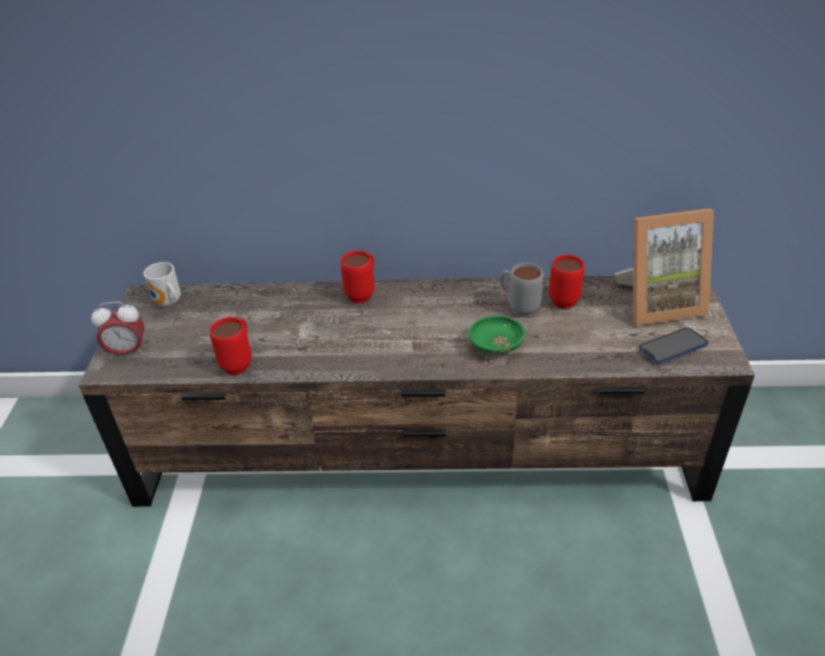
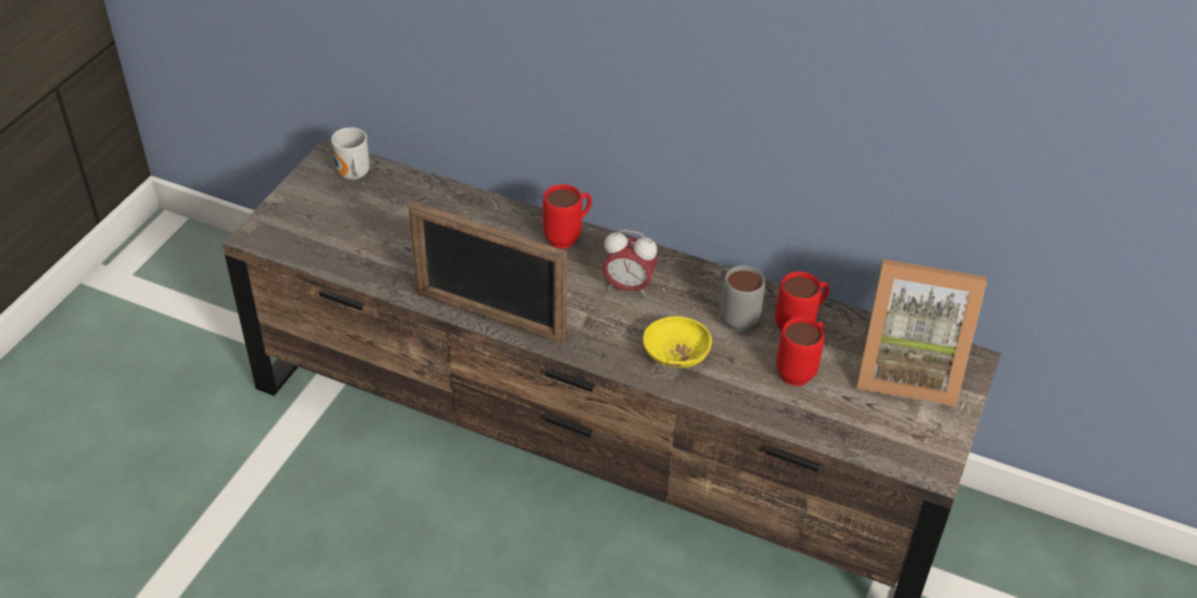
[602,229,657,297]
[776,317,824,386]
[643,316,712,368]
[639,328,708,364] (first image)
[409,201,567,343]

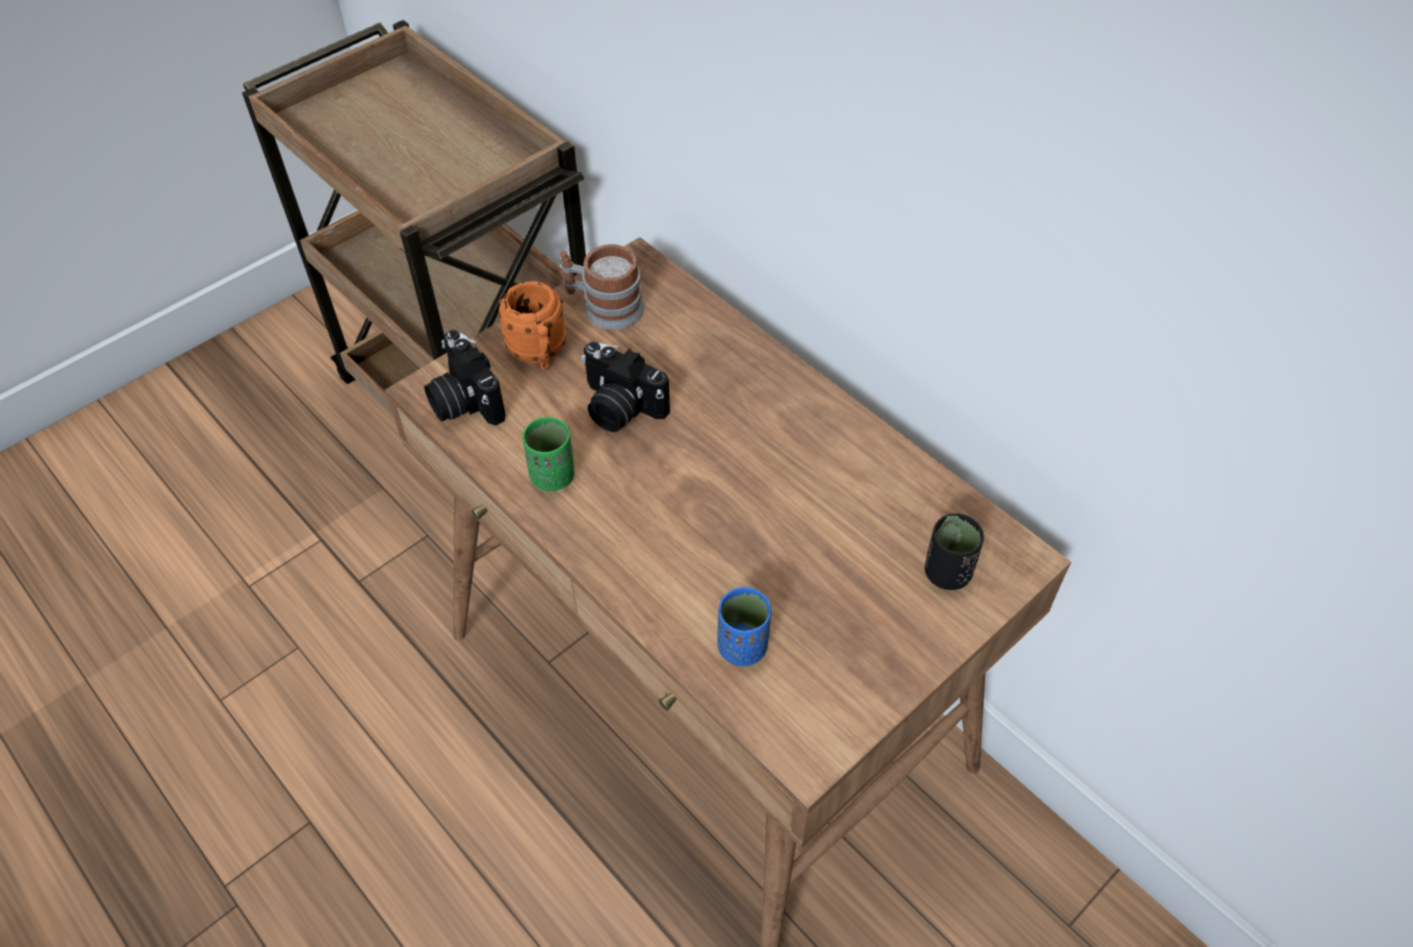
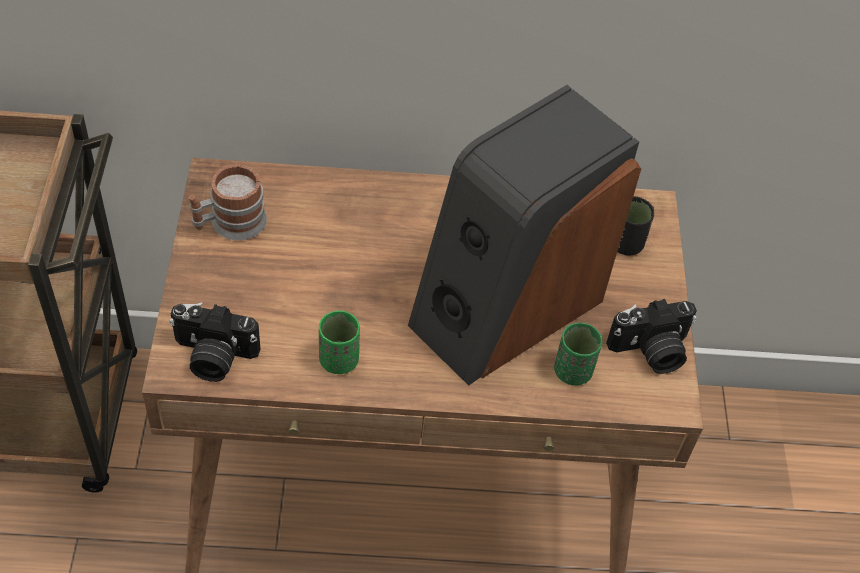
[498,281,567,370] (first image)
[606,299,697,374]
[554,323,602,385]
[408,85,641,386]

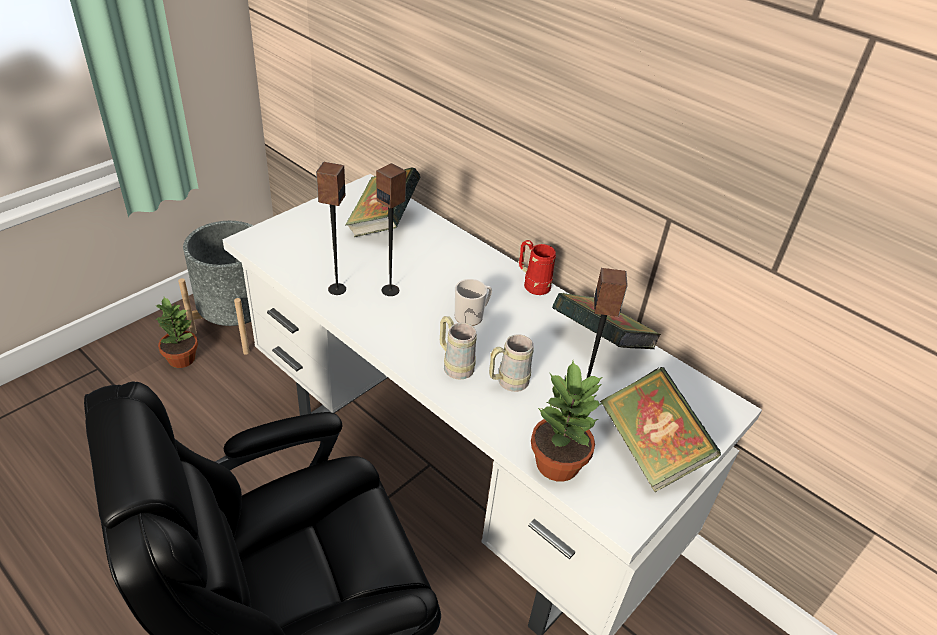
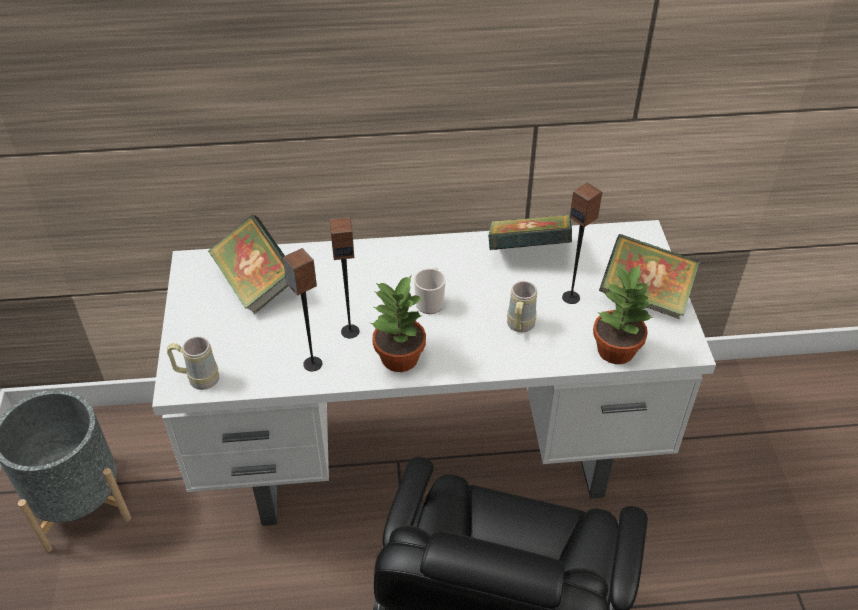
[371,276,426,372]
[167,336,219,390]
[519,240,556,295] (first image)

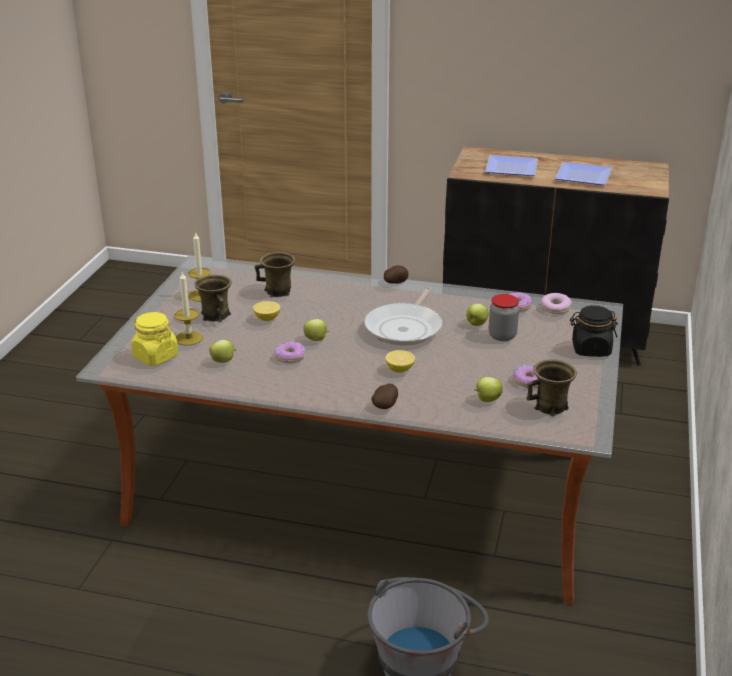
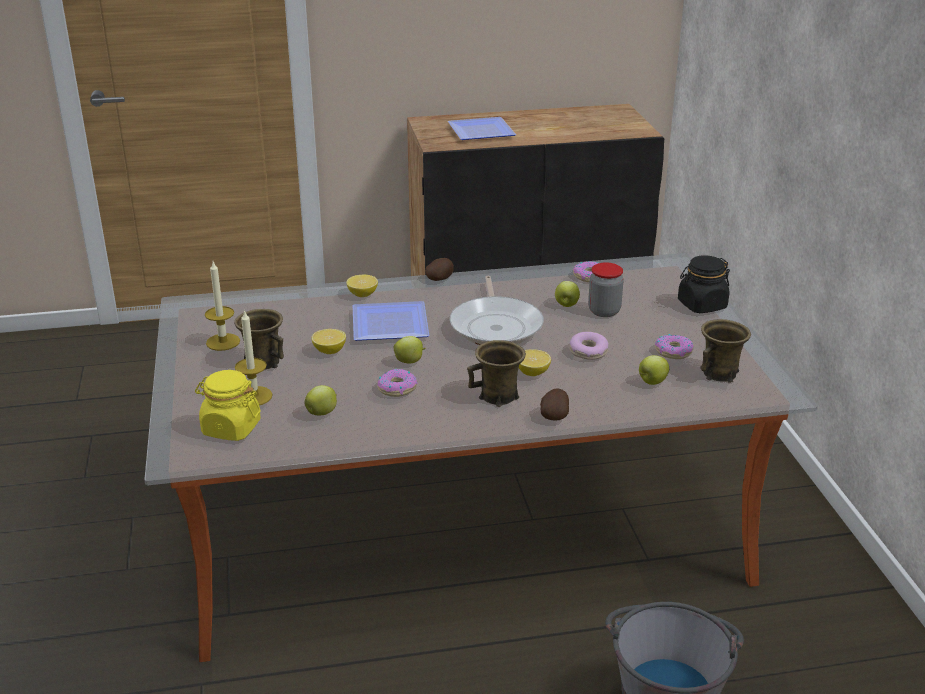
[467,340,526,407]
[570,332,609,360]
[352,301,429,341]
[346,275,378,297]

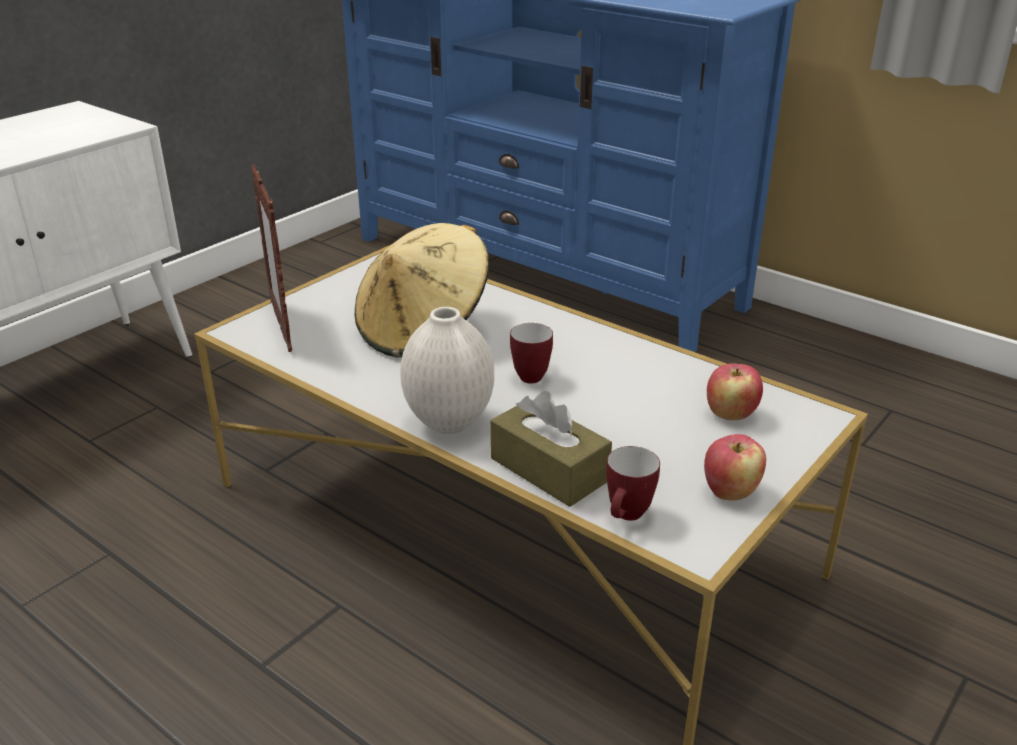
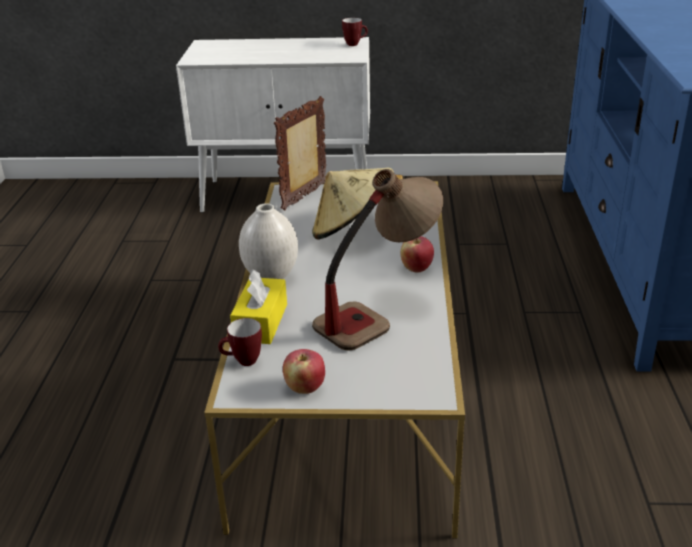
[230,270,287,344]
[342,18,368,46]
[401,236,434,273]
[312,169,443,350]

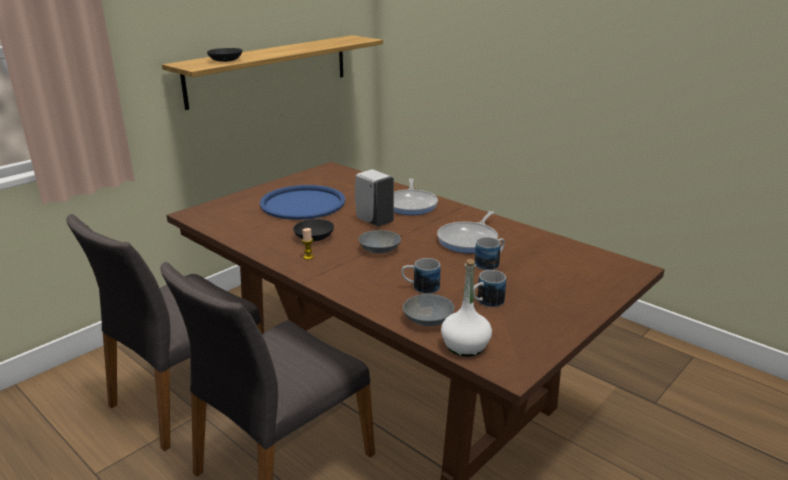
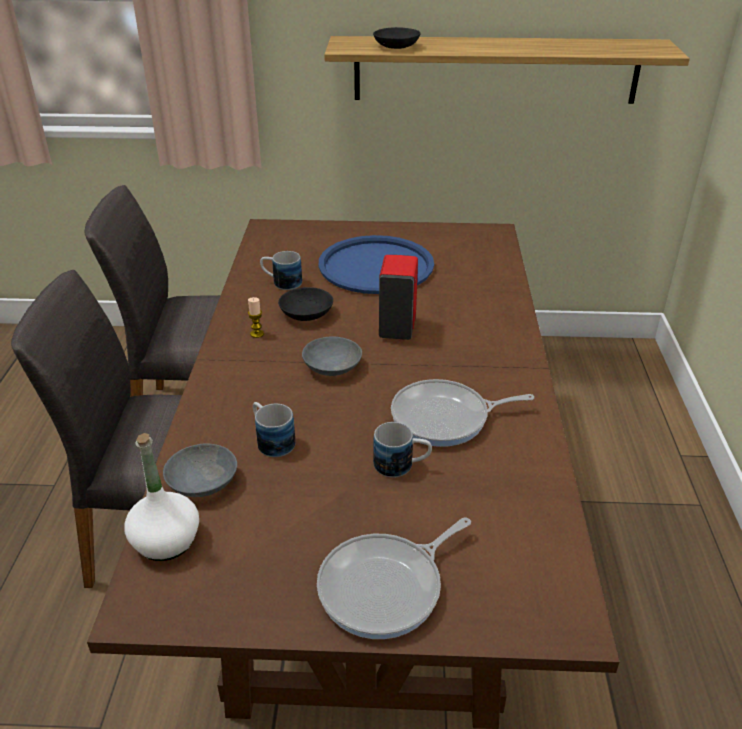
[379,255,418,340]
[317,517,471,639]
[260,251,302,290]

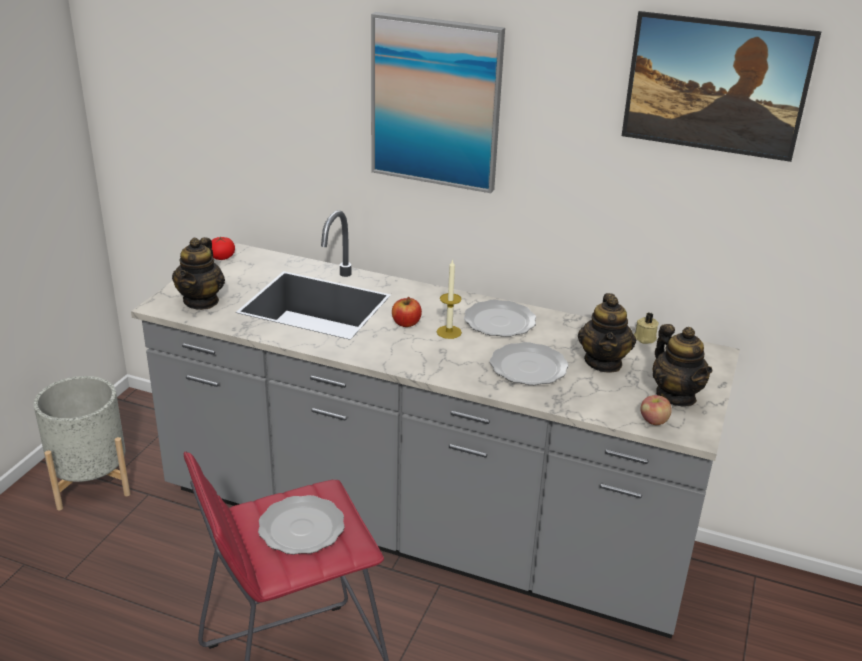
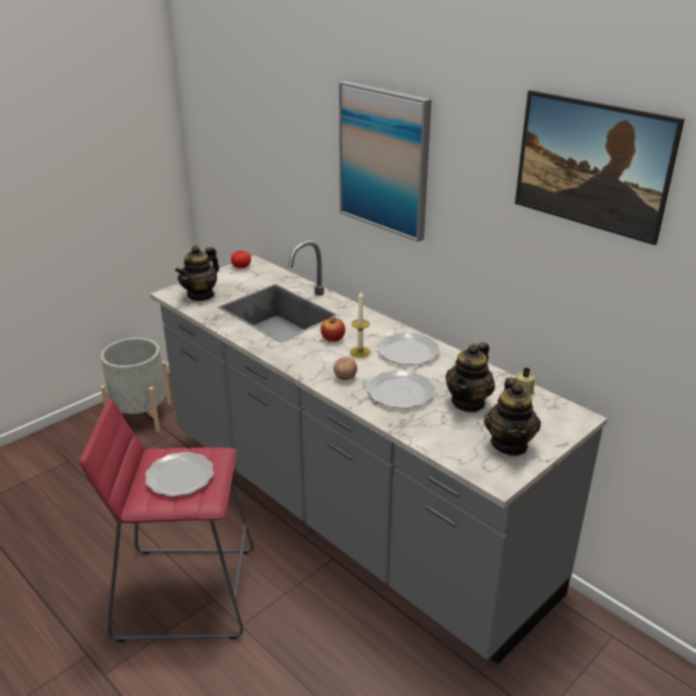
[333,357,357,380]

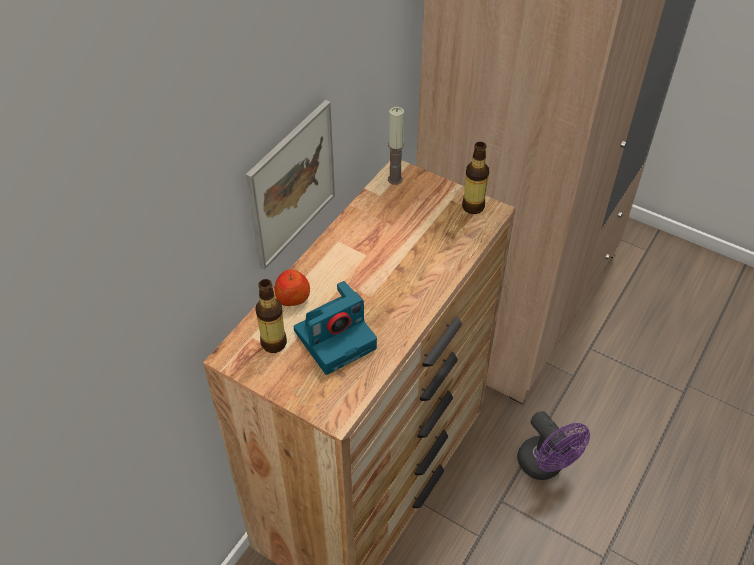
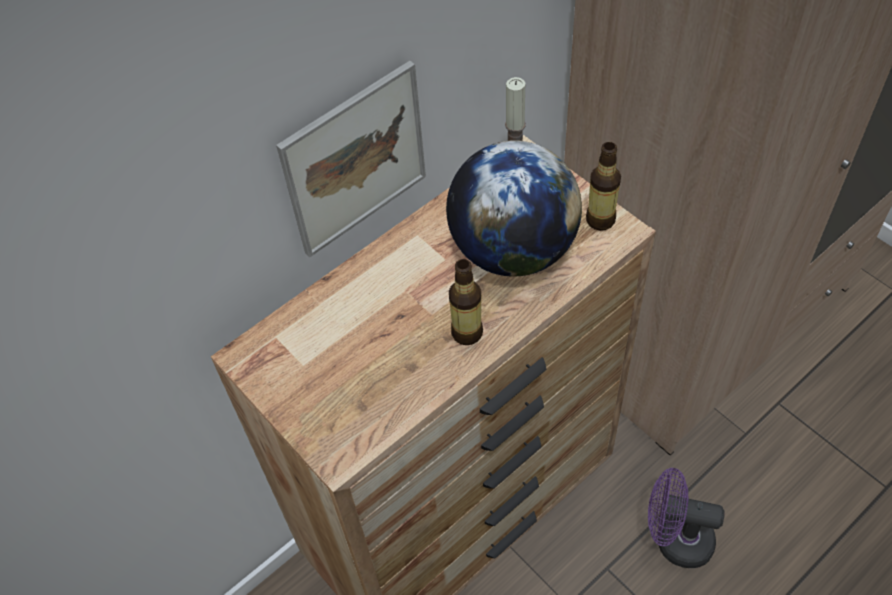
[449,259,483,345]
[274,269,310,306] (first image)
[294,281,377,375] (first image)
[648,468,725,568]
[446,140,582,277]

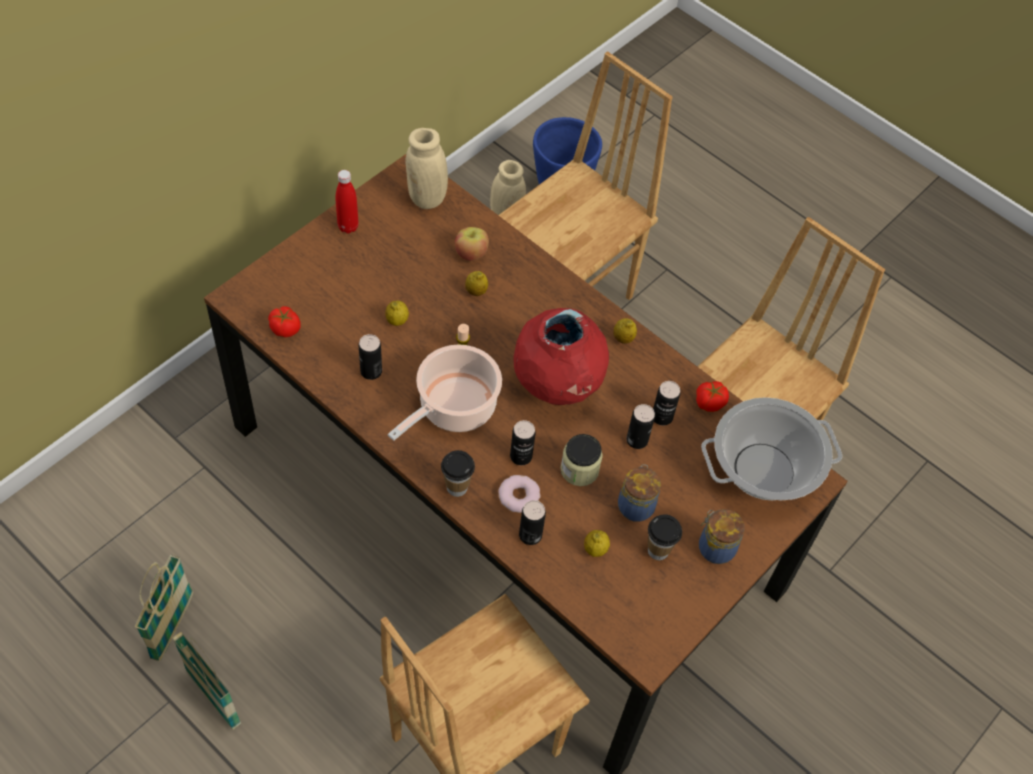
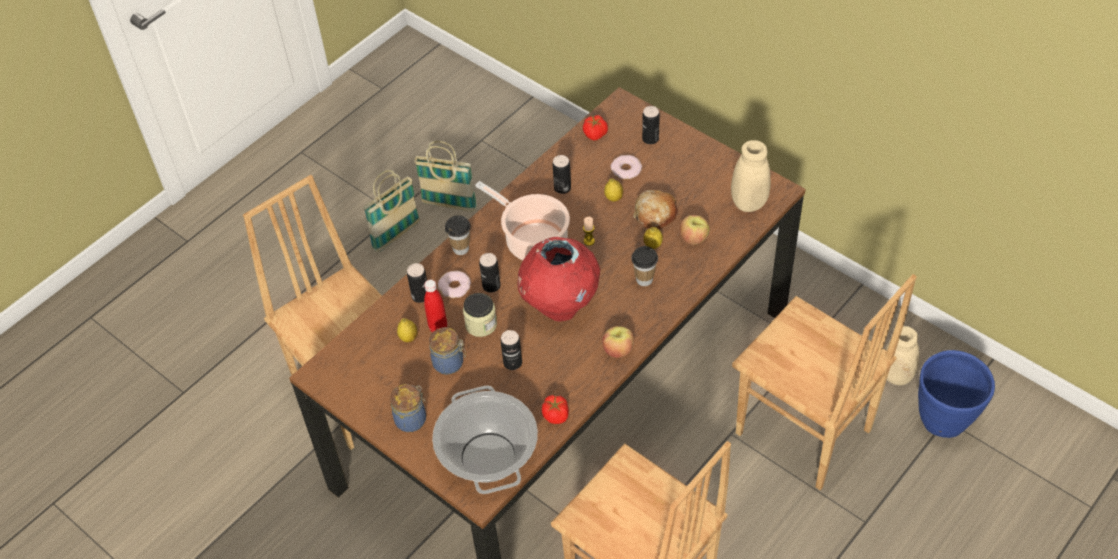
[424,280,447,332]
[602,326,634,358]
[631,246,658,286]
[642,106,660,144]
[611,155,642,179]
[634,190,678,229]

